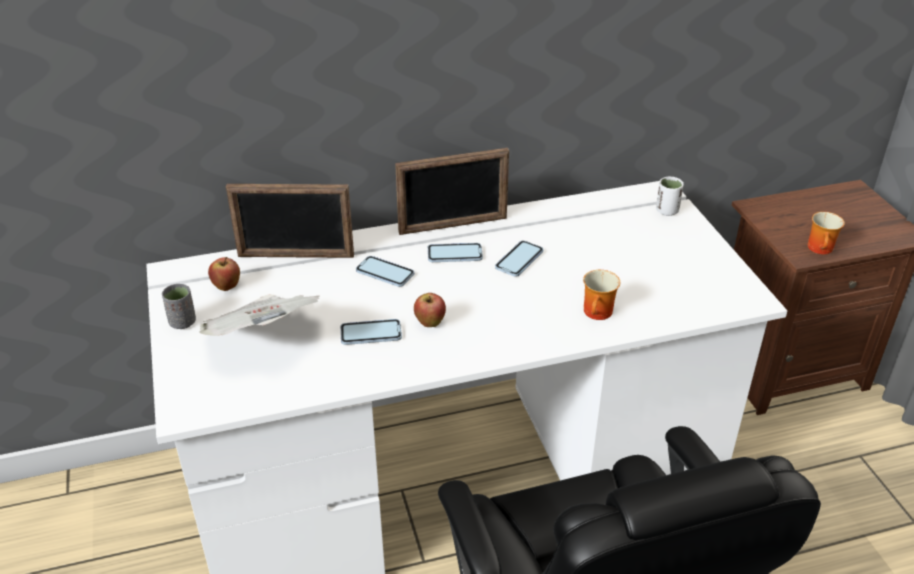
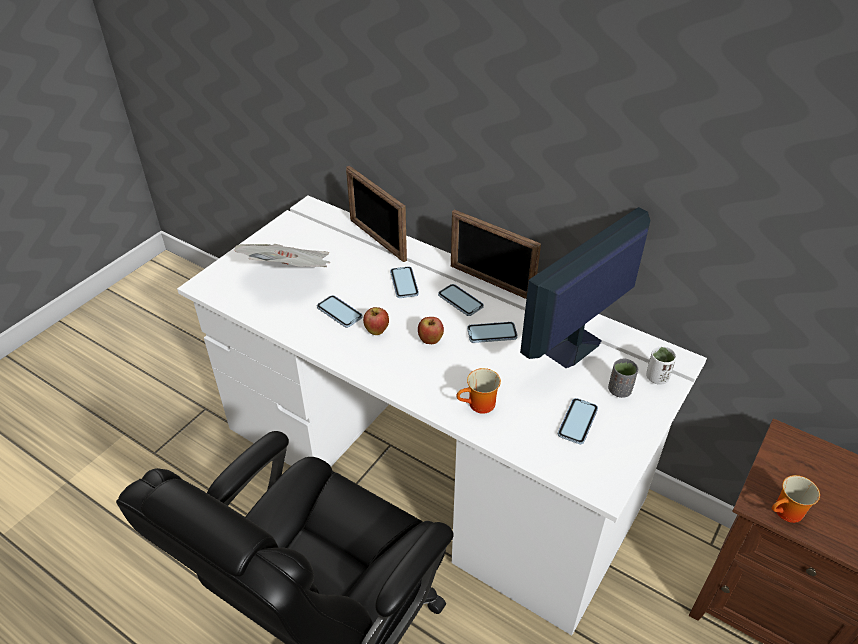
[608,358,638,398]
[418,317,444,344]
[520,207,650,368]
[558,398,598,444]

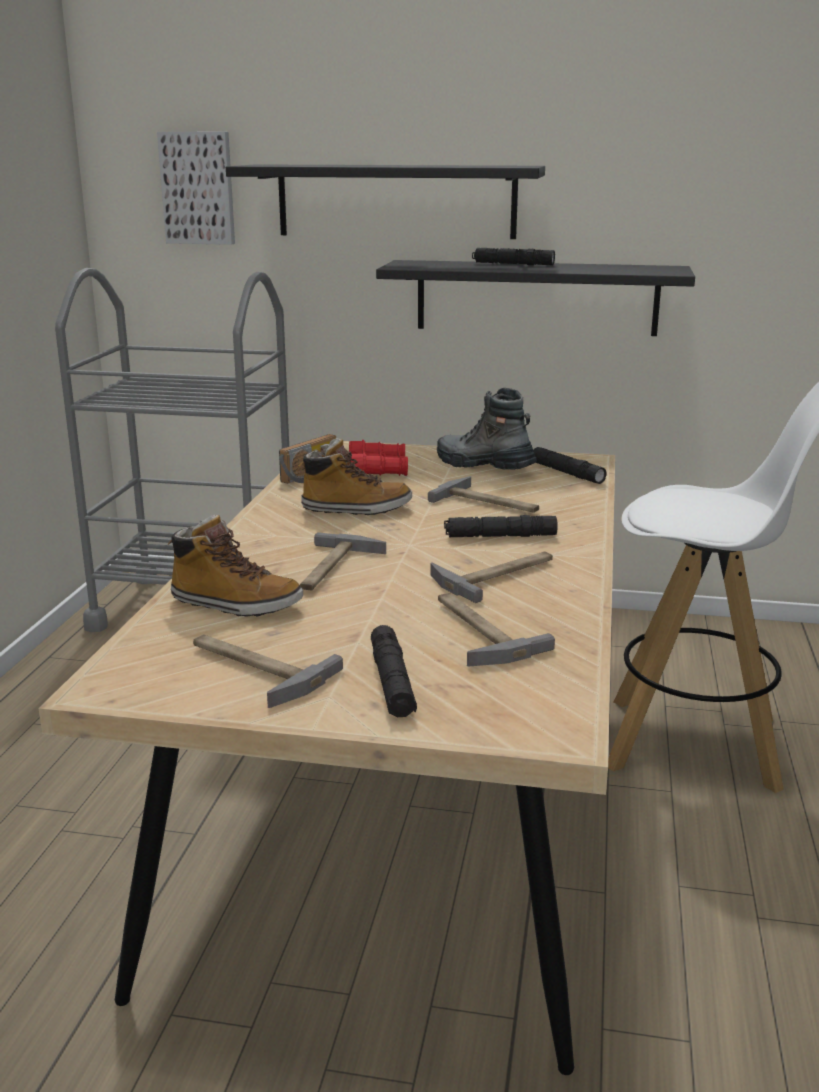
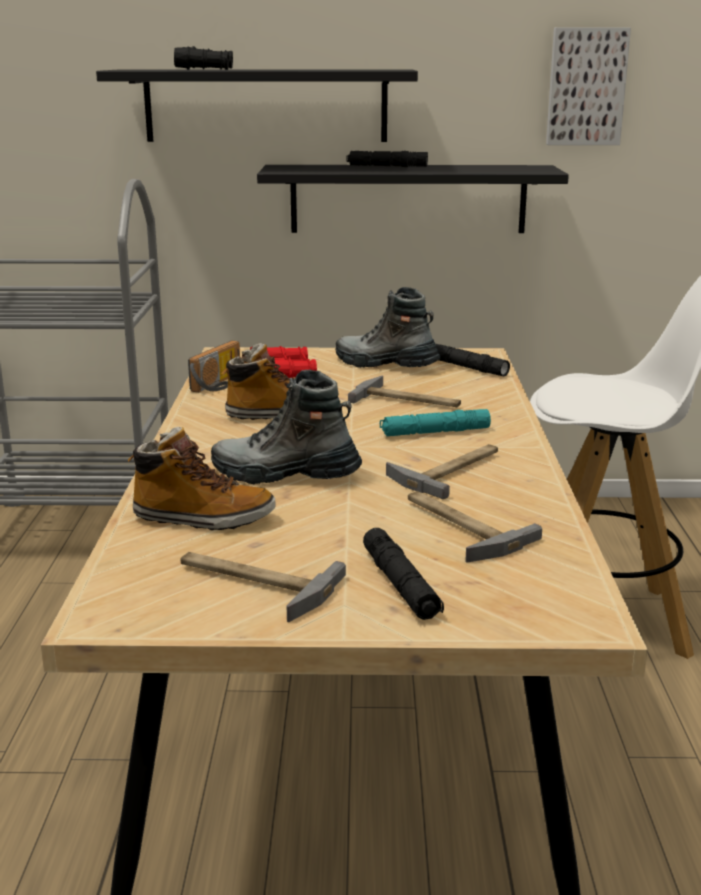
[546,27,631,145]
[211,370,362,484]
[380,409,491,437]
[174,46,233,70]

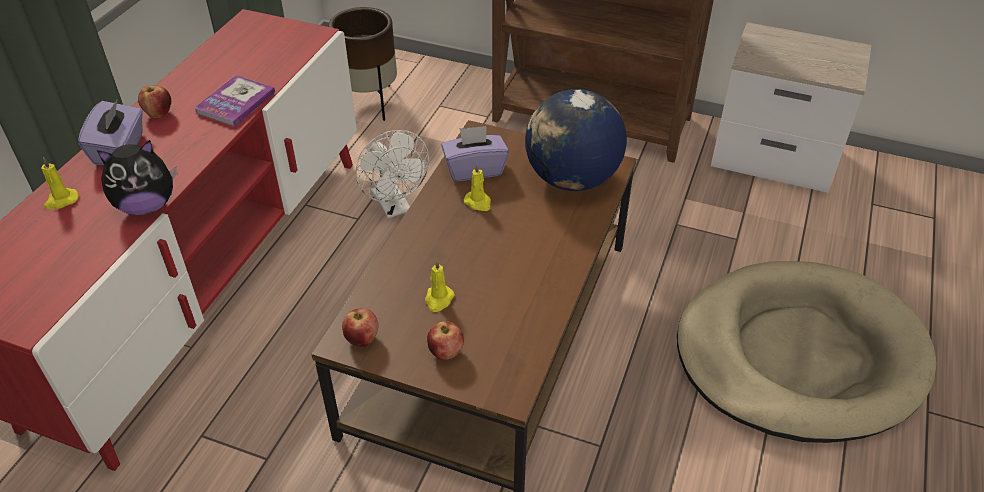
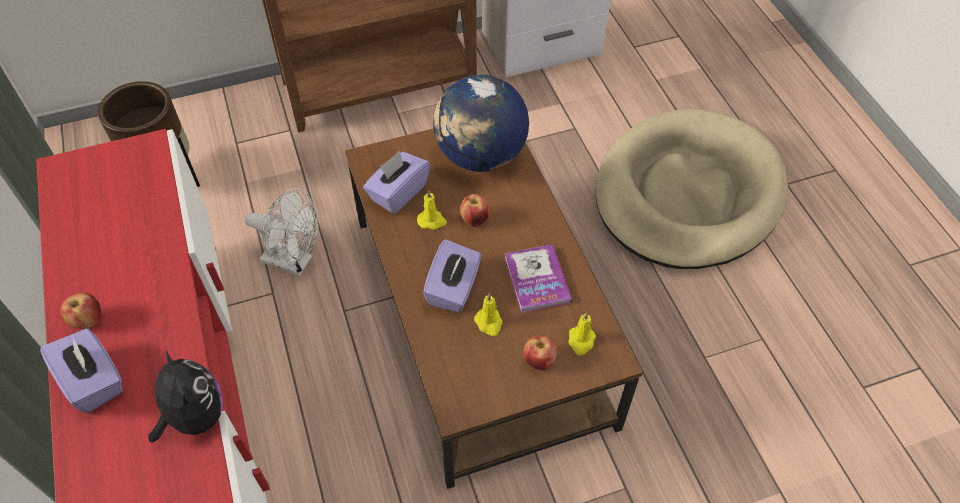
[569,312,596,355]
[148,350,223,443]
[504,244,572,313]
[460,194,490,226]
[423,239,481,313]

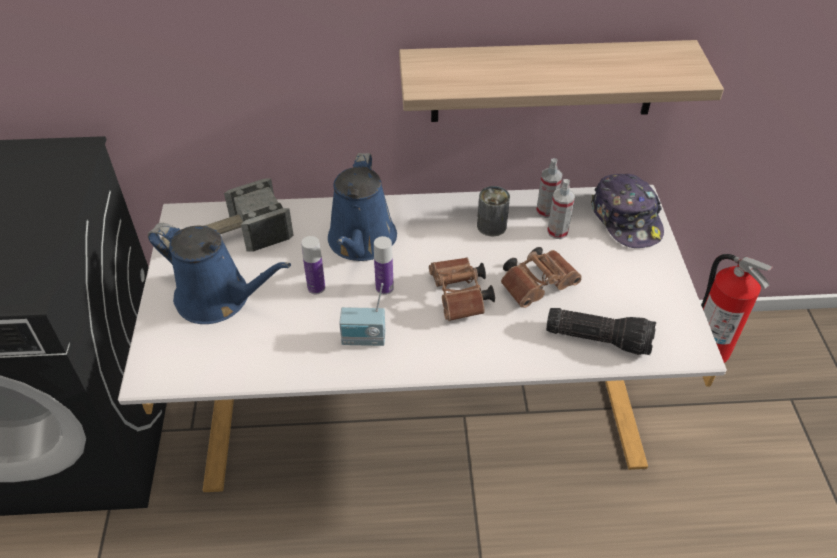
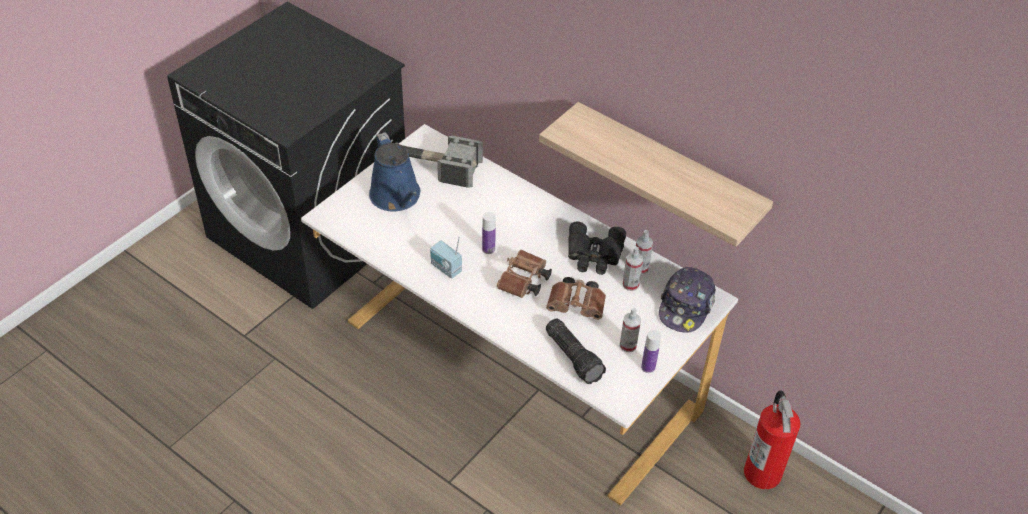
[641,330,661,373]
[328,153,397,261] (first image)
[568,222,626,275]
[620,307,641,352]

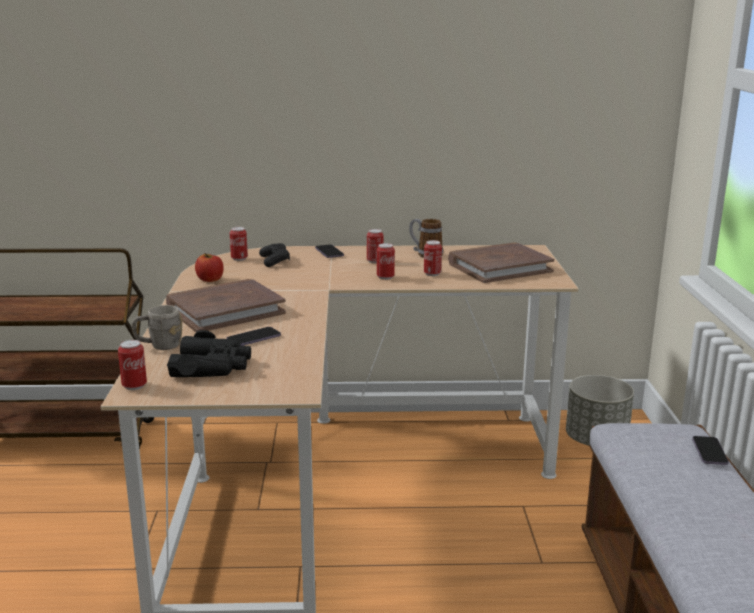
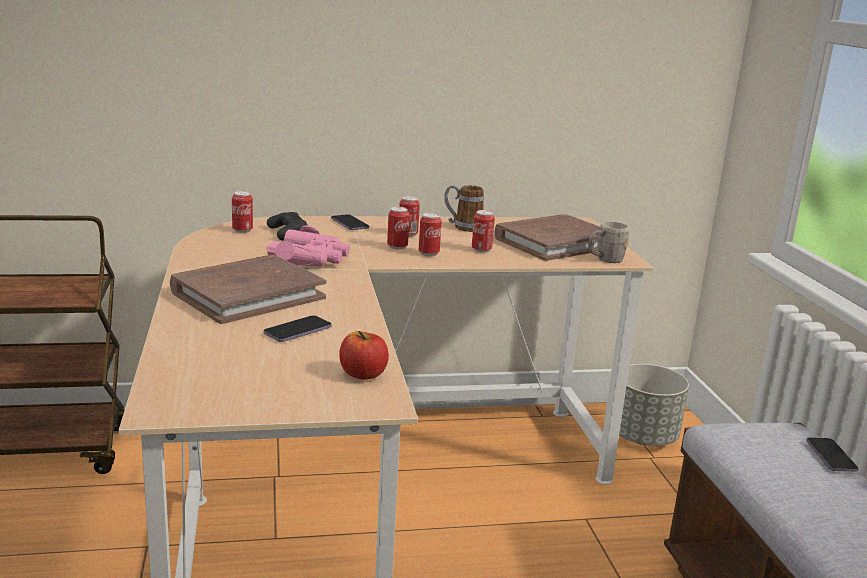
[387,207,410,250]
[588,221,629,263]
[167,330,251,377] (first image)
[339,331,389,380]
[267,225,350,266]

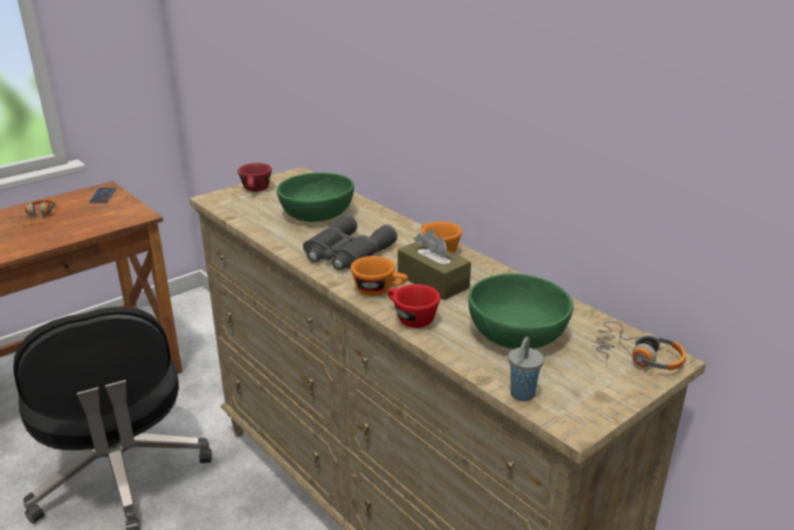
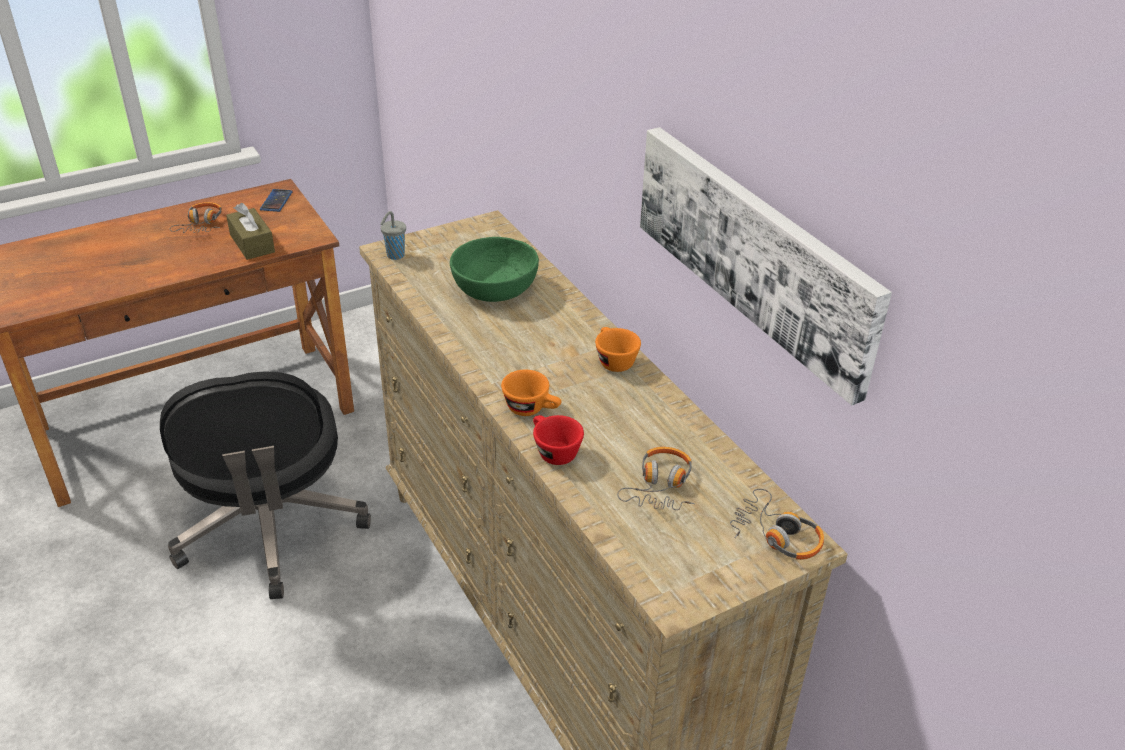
[238,163,272,192] (first image)
[303,214,397,271] (first image)
[226,203,275,260]
[617,447,695,510]
[380,211,406,260]
[640,127,892,405]

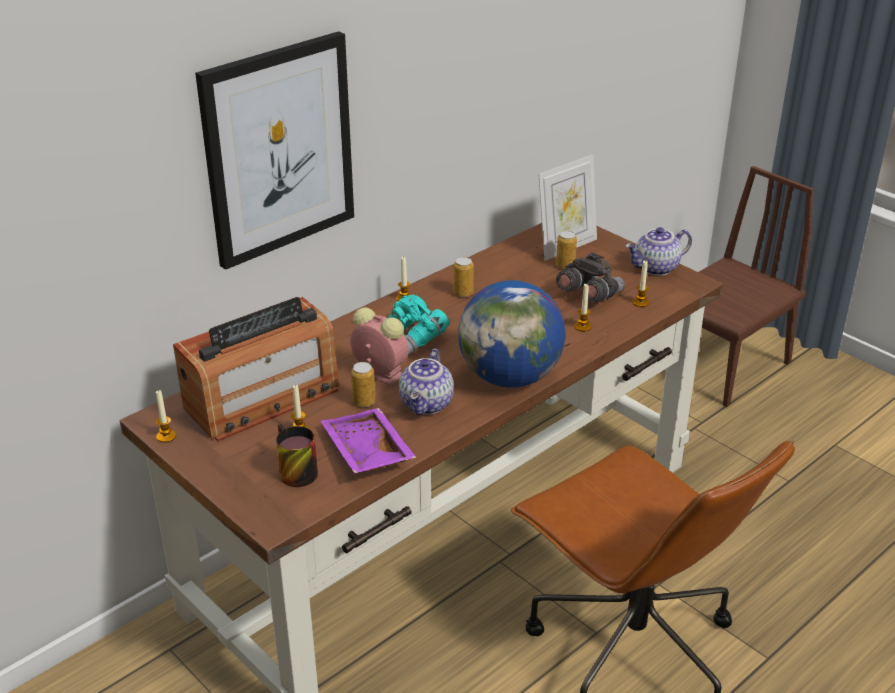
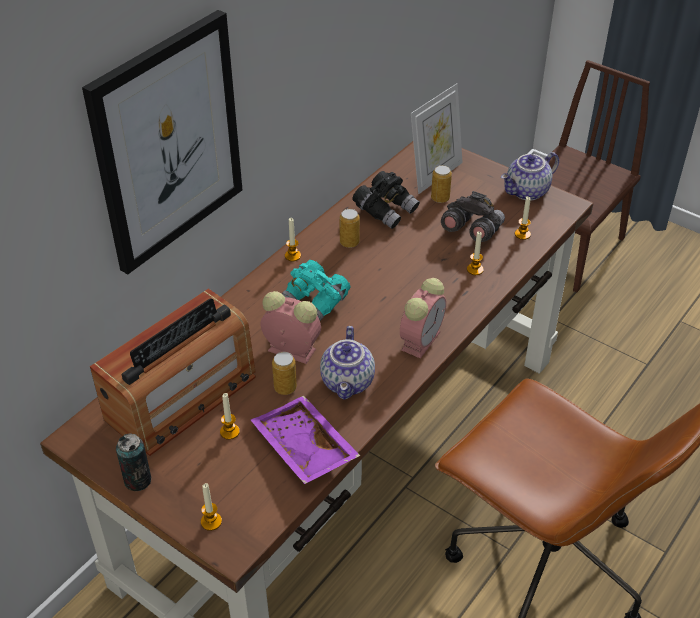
[201,483,222,531]
[276,424,318,487] (first image)
[400,278,446,359]
[116,434,151,491]
[353,171,420,229]

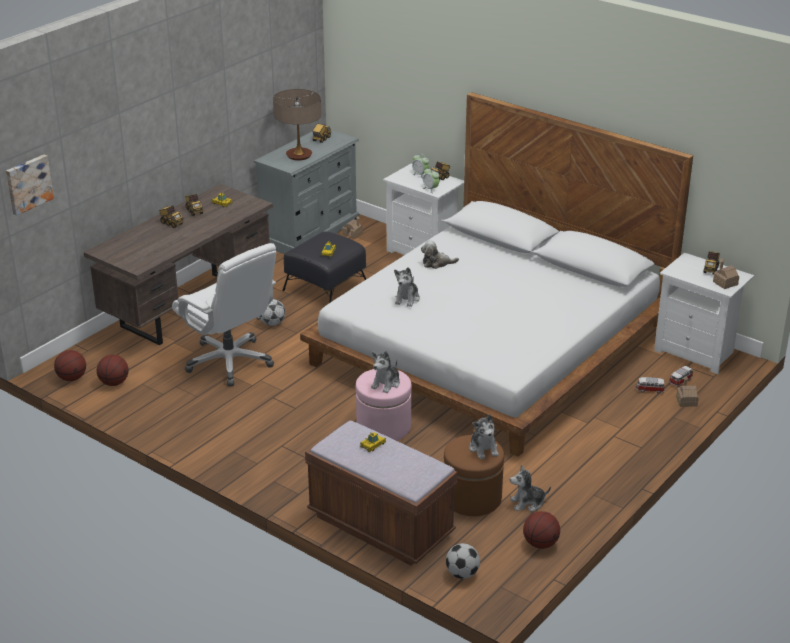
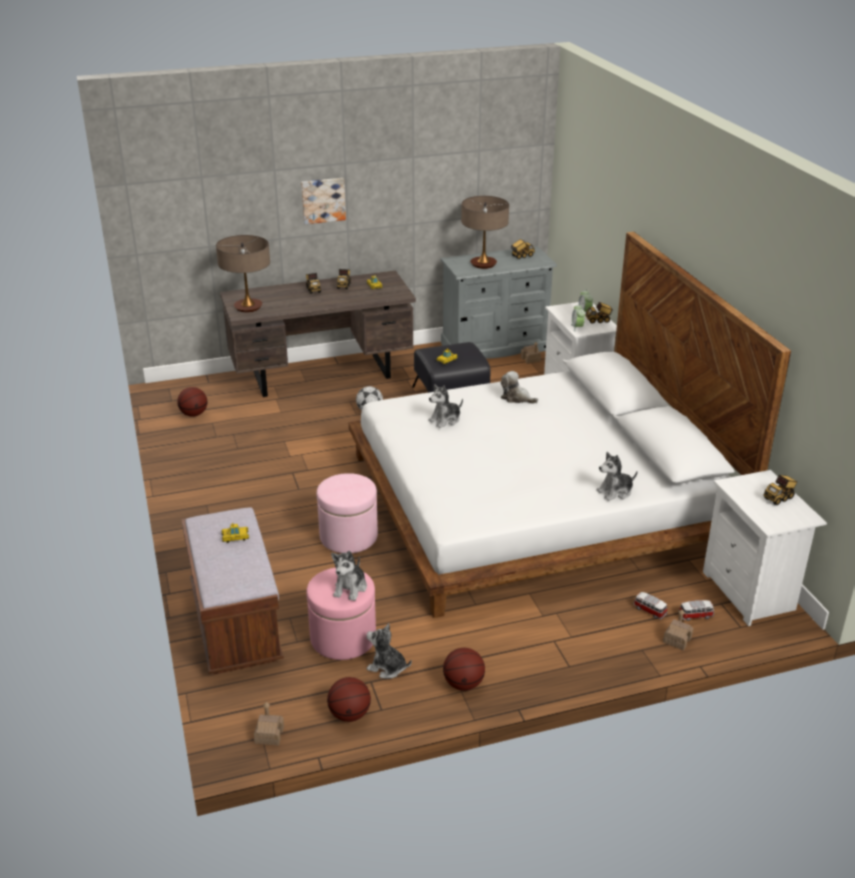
[301,178,346,224]
[443,648,485,691]
[172,243,276,386] (first image)
[596,452,638,501]
[306,567,376,660]
[446,543,480,579] (first image)
[254,702,284,746]
[216,235,270,312]

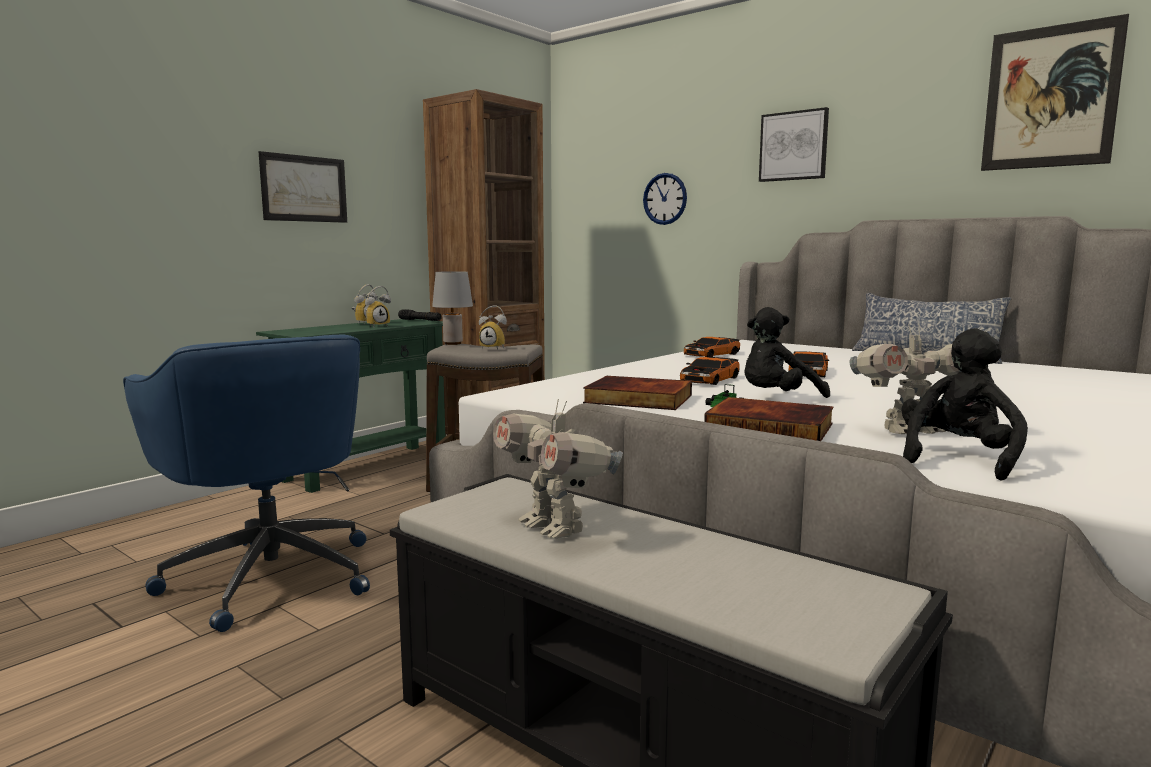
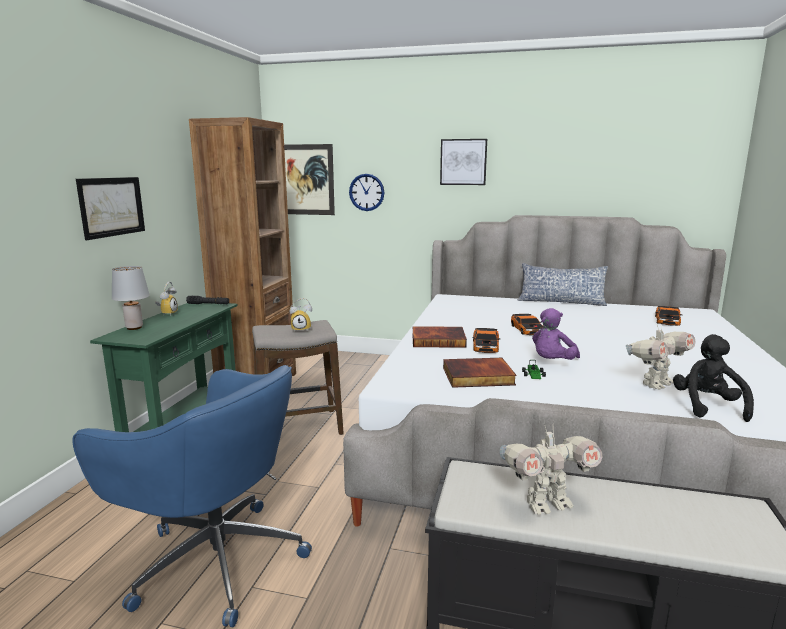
[365,286,391,327] (first image)
[112,266,150,330]
[500,427,603,515]
[655,306,682,326]
[412,326,467,348]
[532,308,580,360]
[284,144,335,215]

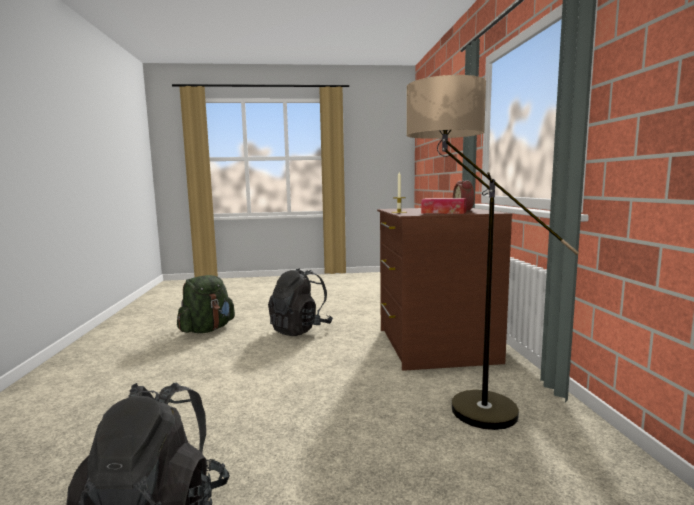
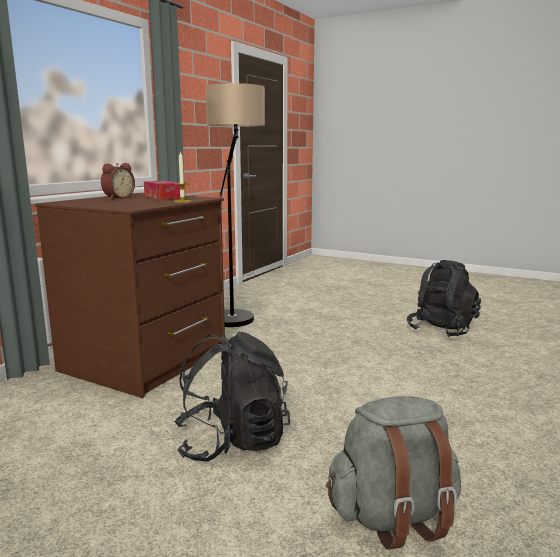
[326,396,461,550]

